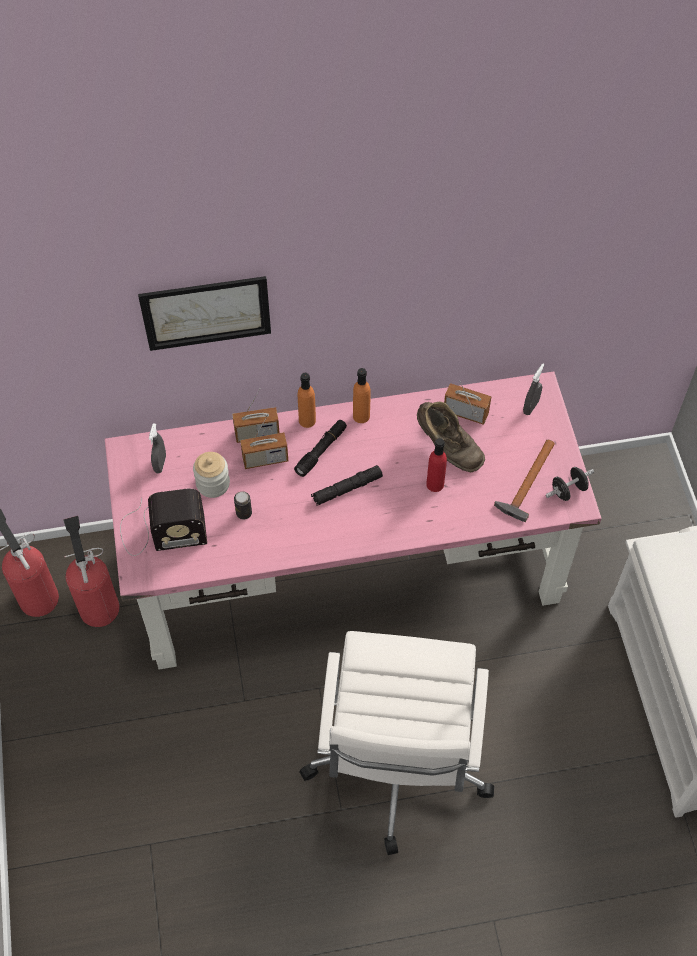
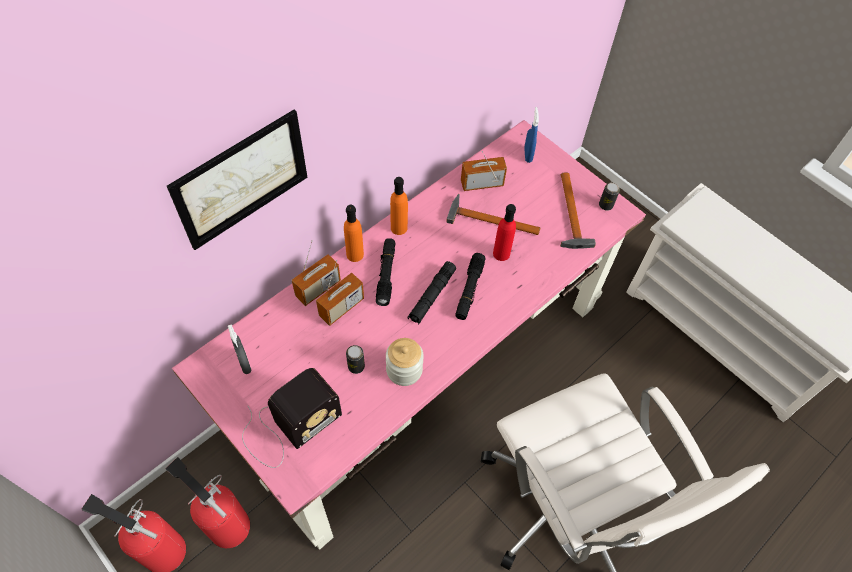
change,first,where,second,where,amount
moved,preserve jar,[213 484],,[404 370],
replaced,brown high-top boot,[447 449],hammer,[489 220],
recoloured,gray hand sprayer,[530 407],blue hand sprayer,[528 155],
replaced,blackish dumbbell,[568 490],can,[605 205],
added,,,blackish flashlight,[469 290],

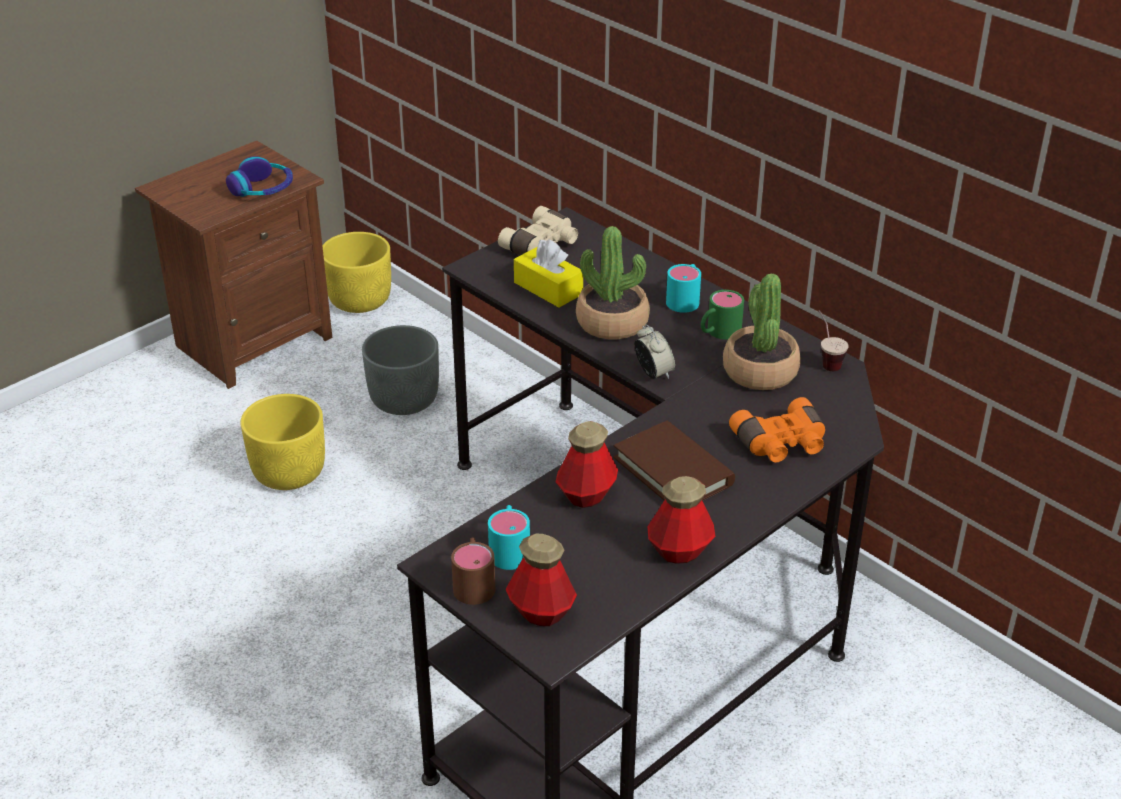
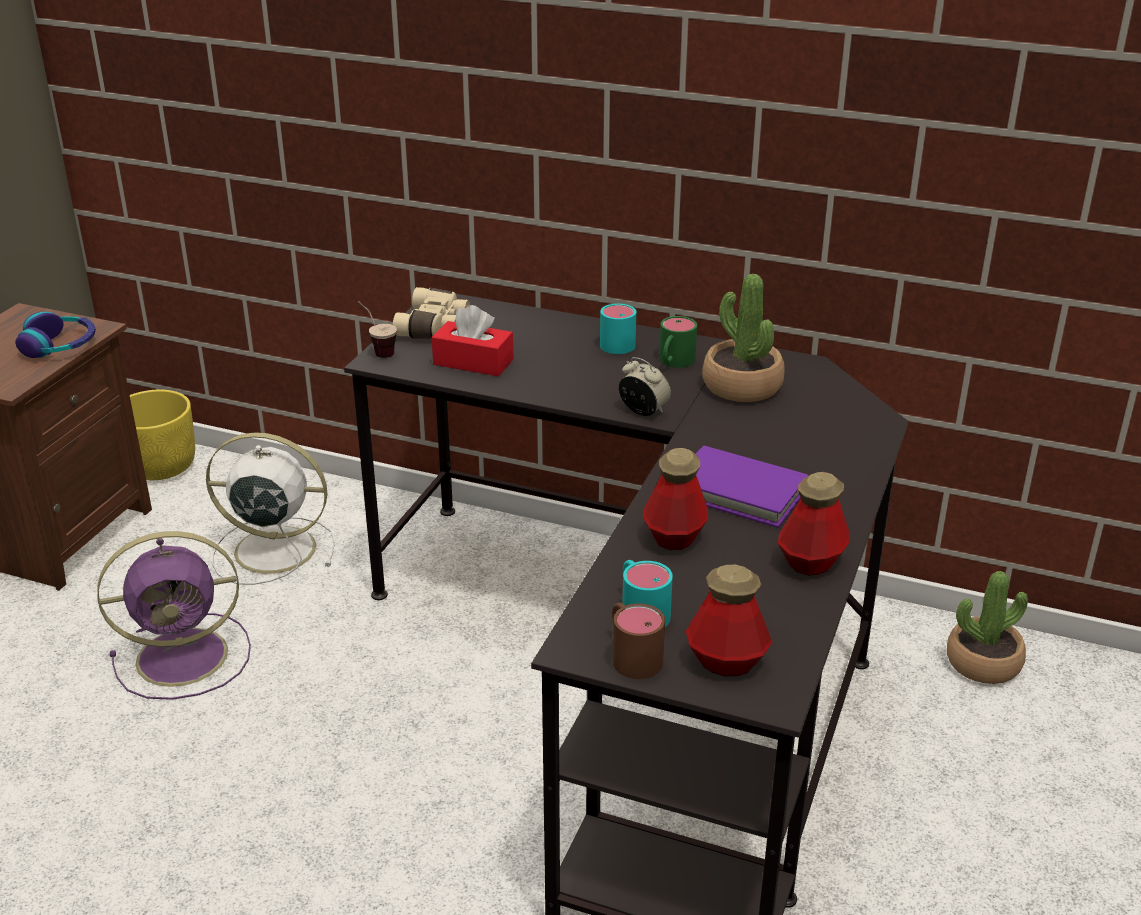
change,first,where,second,where,amount
replaced,yellowish planter,[289 472],purplish electric fan,[186 656],
replaced,gray planter,[403 400],white electric fan,[271 550],
recoloured,yellowish tissue holder,[548 288],red-coloured tissue holder,[473 362],
moved,plant in a pot,[612 322],,[983 663],
recoloured,brown volume,[673 471],purplish volume,[739 492],
removed,orangey binoculars,[781 444],,,
moved,drinking cup,[826 360],,[377 350],

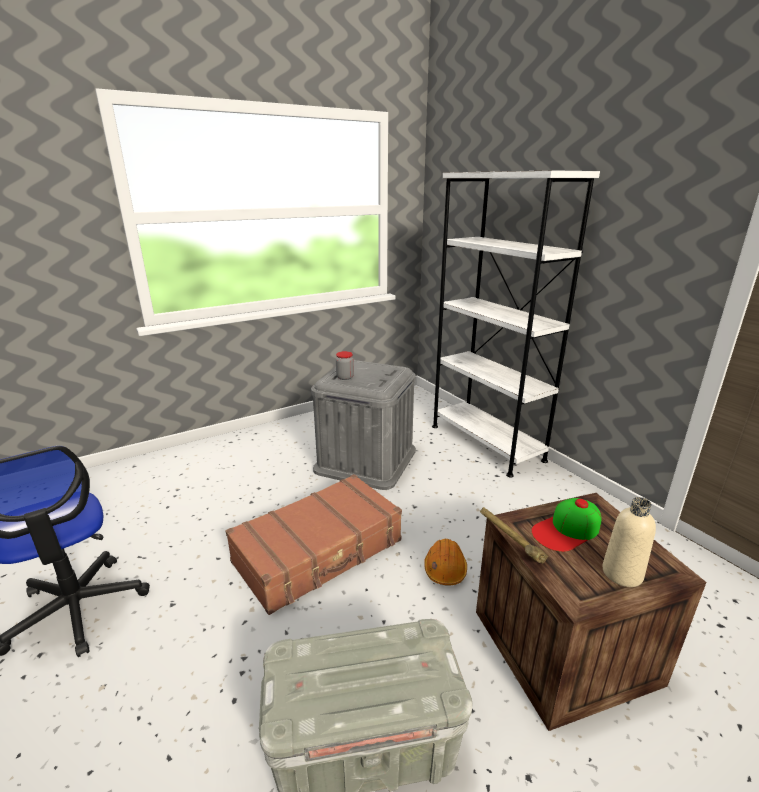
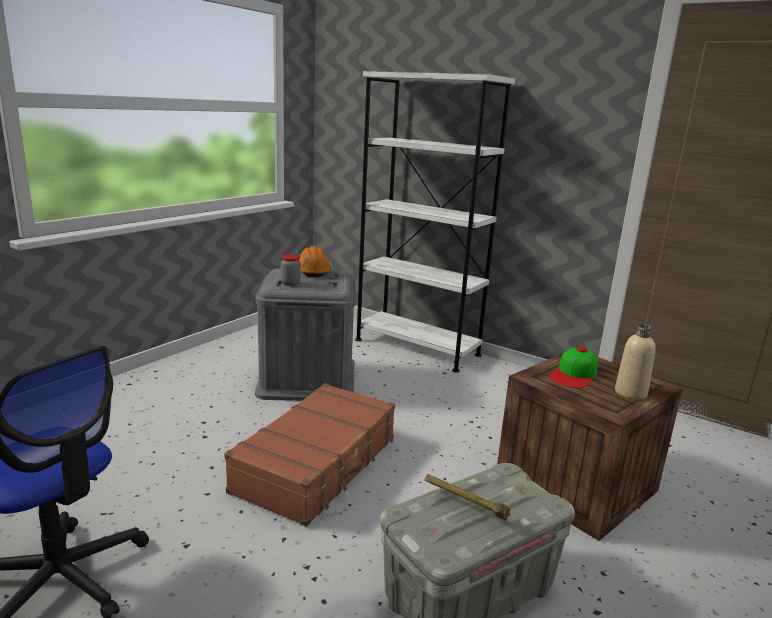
change,first,where,second,where,amount
moved,orangey hard hat,[445 569],,[313 272],
moved,hammer,[509 543],,[465 507],

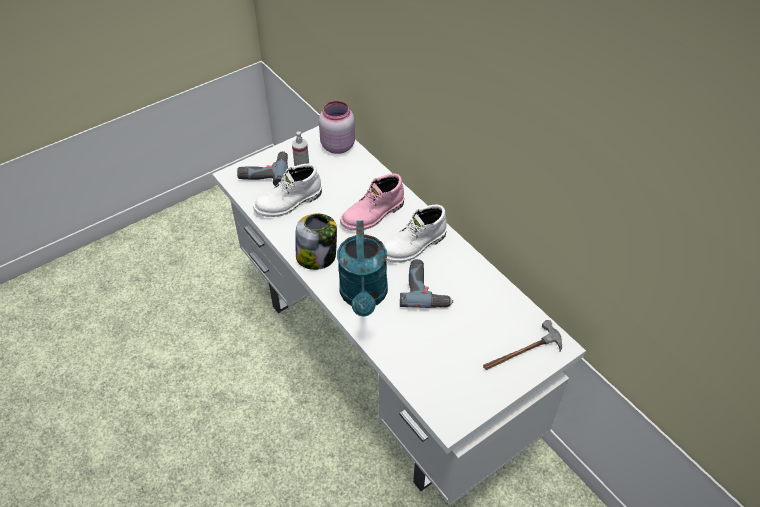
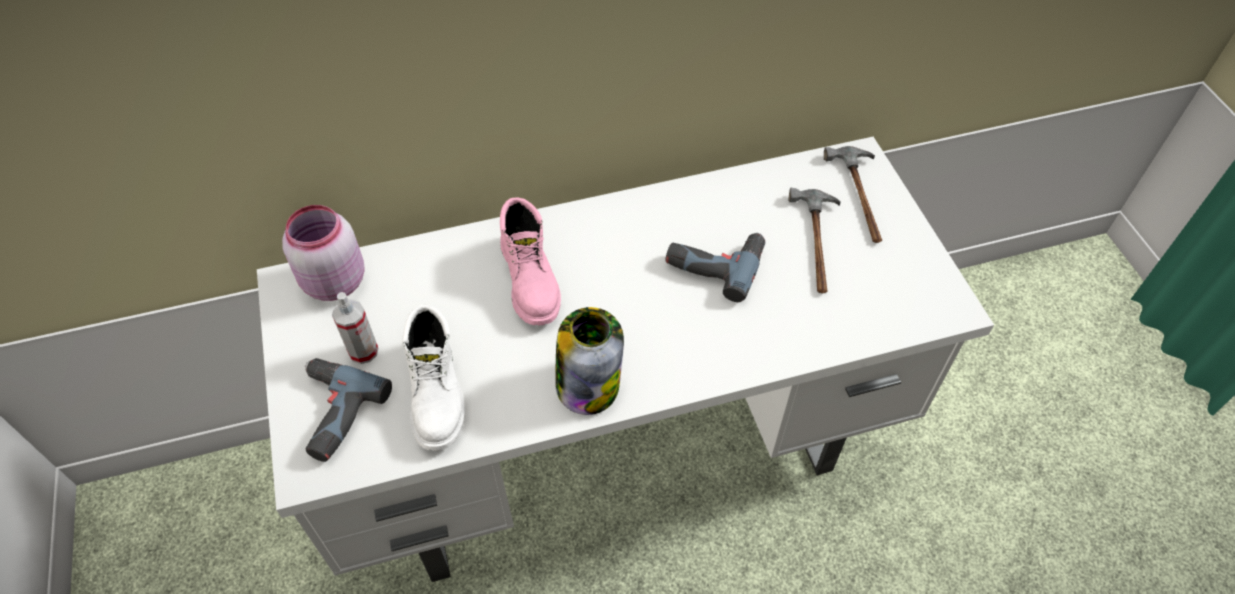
change,first,where,second,where,amount
removed,blue-green watering pot,[364 297],,,
removed,white high-top boot,[414 246],,,
added,,,hammer,[817 244],

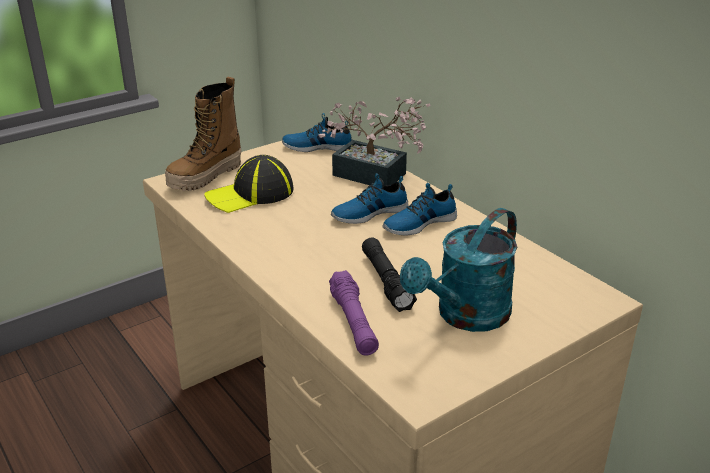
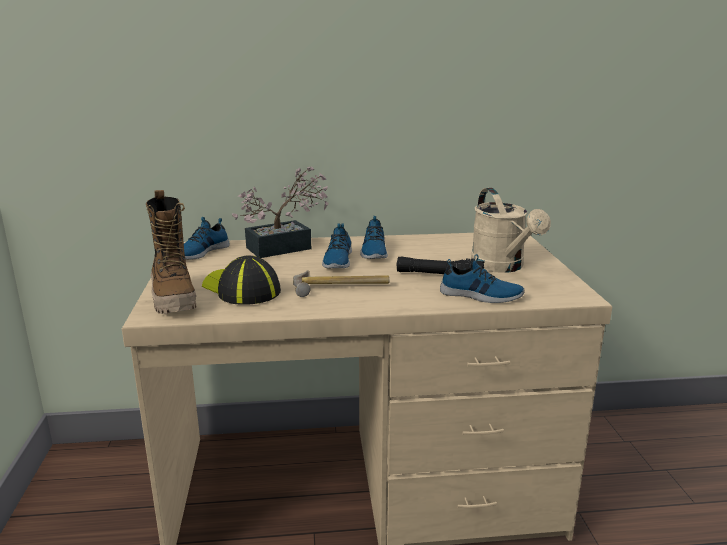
change,first,where,second,where,amount
turned,peaked cap,[250 194],,[241 289],135 degrees clockwise
replaced,purplish flashlight,[353 322],shoe,[480 295],
recoloured,blue-green watering pot,[465 316],beige-coloured watering pot,[502 267],
added,,,hammer,[341 288],

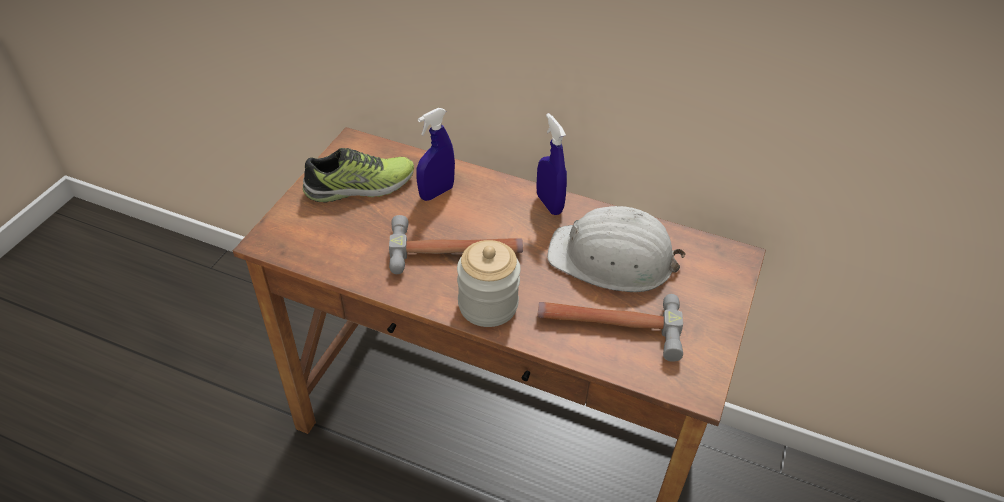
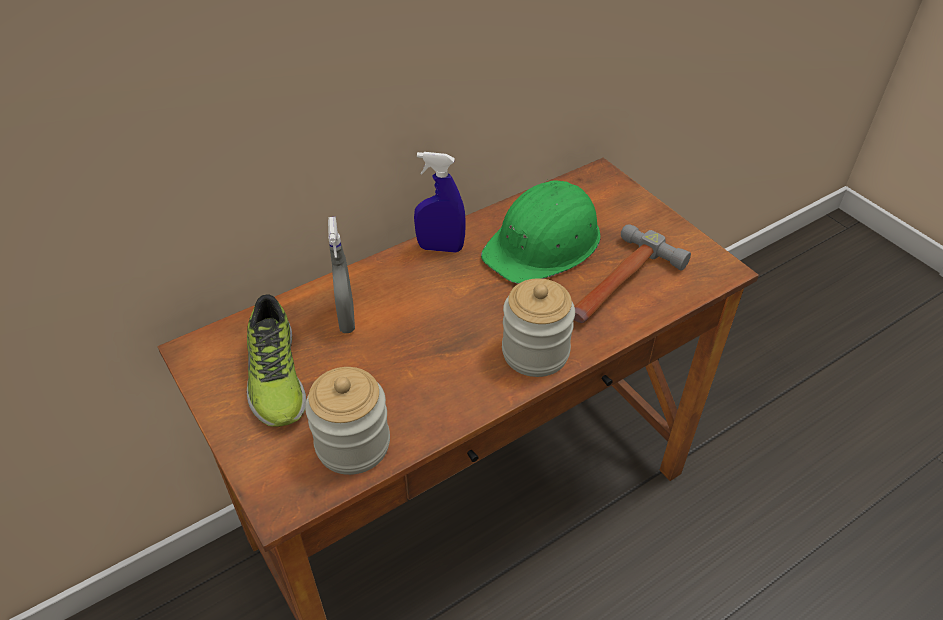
change,first,where,second,where,amount
turned,shoe,[360 187],,[275 376],150 degrees clockwise
removed,hammer,[456 251],,,
recoloured,blue hand sprayer,[436 192],gray hand sprayer,[347 318],
recoloured,white hard hat,[612 259],green hard hat,[544 243],
added,,,preserve jar,[353 444],

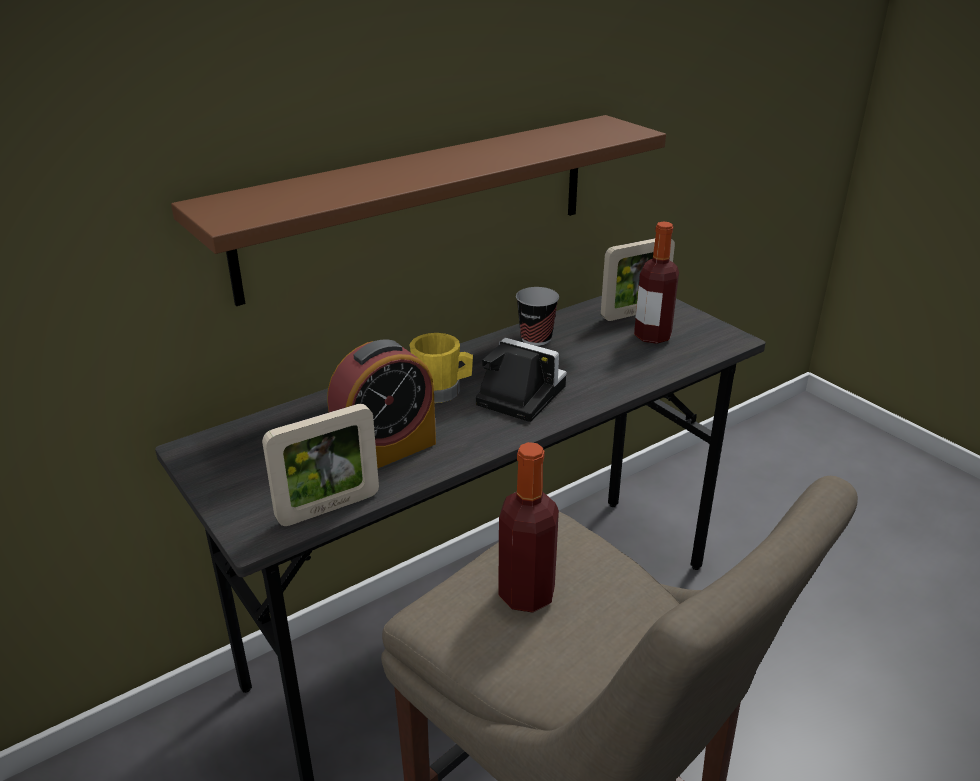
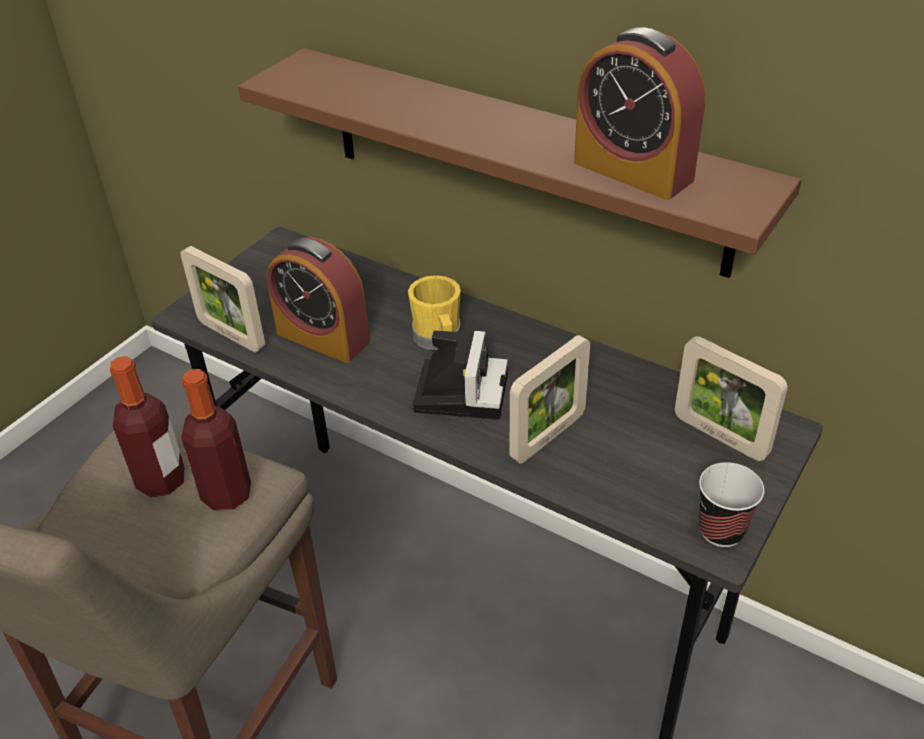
change,first,where,second,where,amount
moved,drinking cup,[536 338],,[721 530],
moved,beverage bottle,[652 336],,[226 494],
added,,,standing frame,[548 436],
added,,,table clock,[633 171],

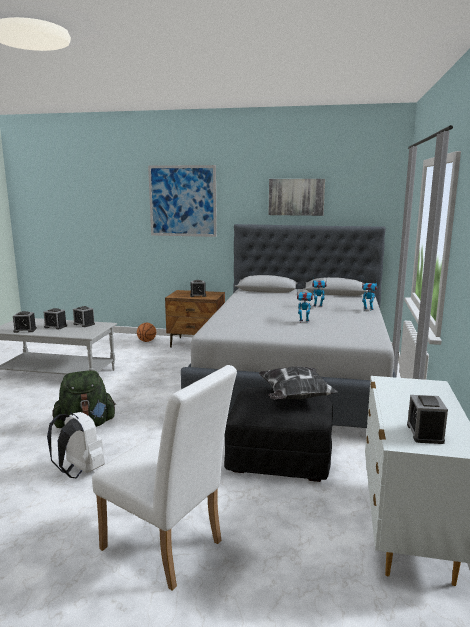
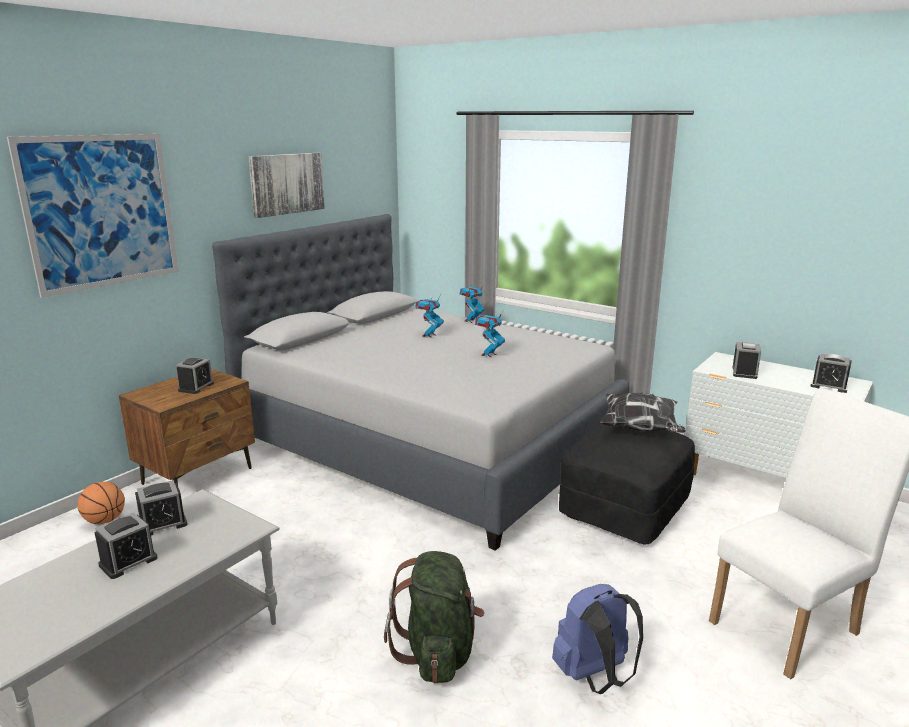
change,first,where,second,where,amount
moved,table clock,[25 330],,[744 372],
recoloured,white backpack,[80 471],blue backpack,[595 676],

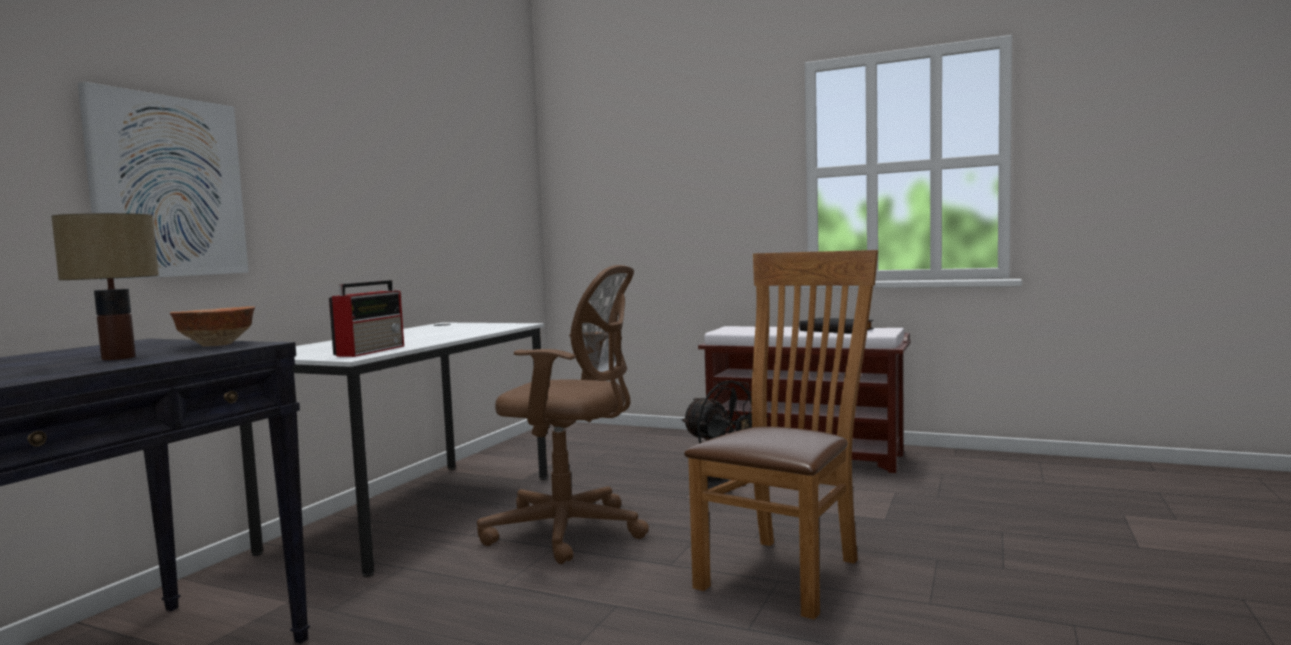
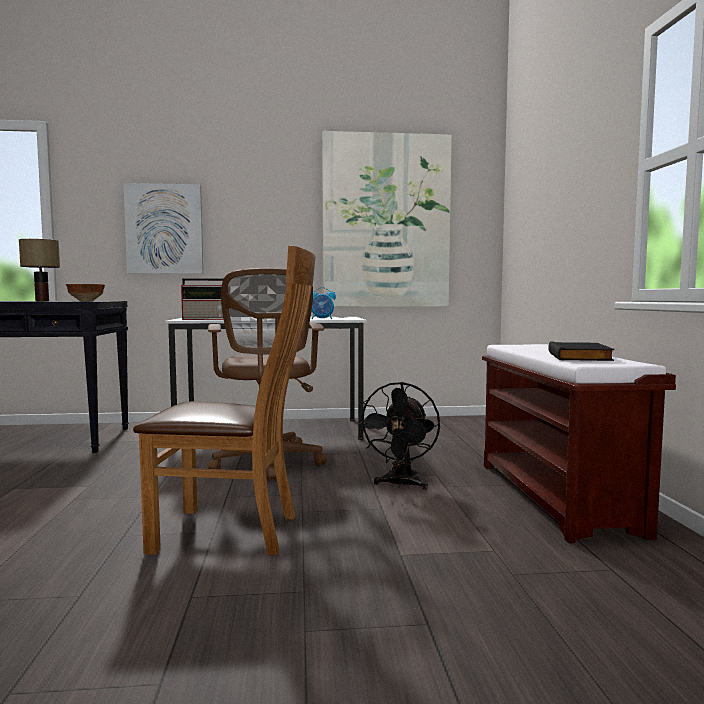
change,first,where,second,where,amount
added,,,table clock,[322 319],
added,,,wall picture,[386 221],

